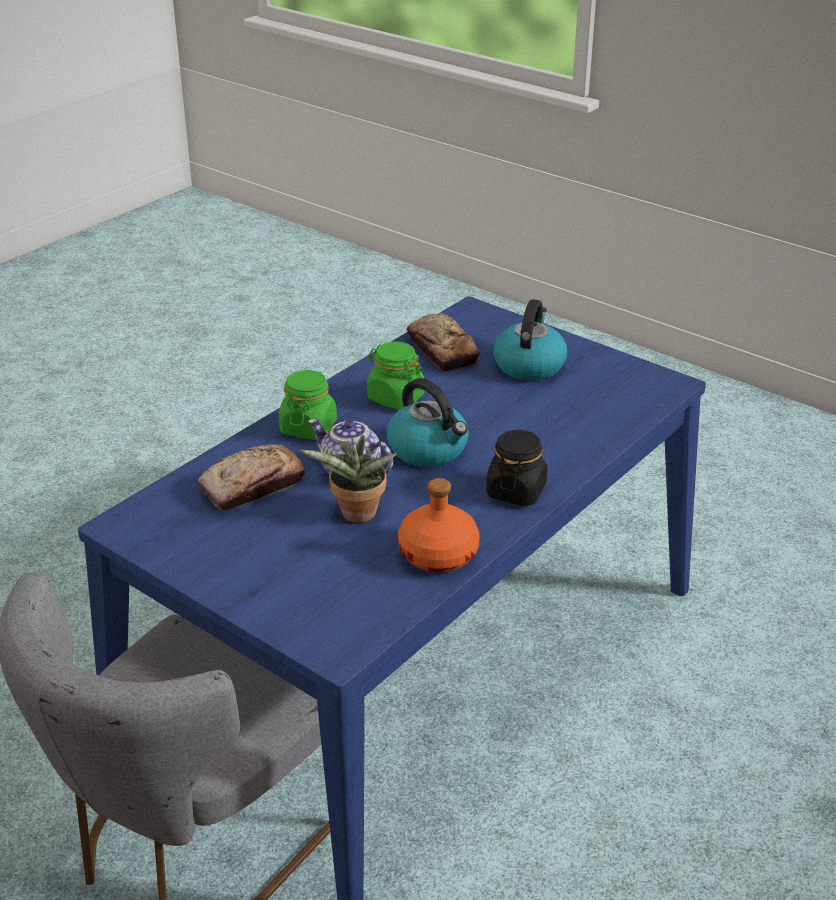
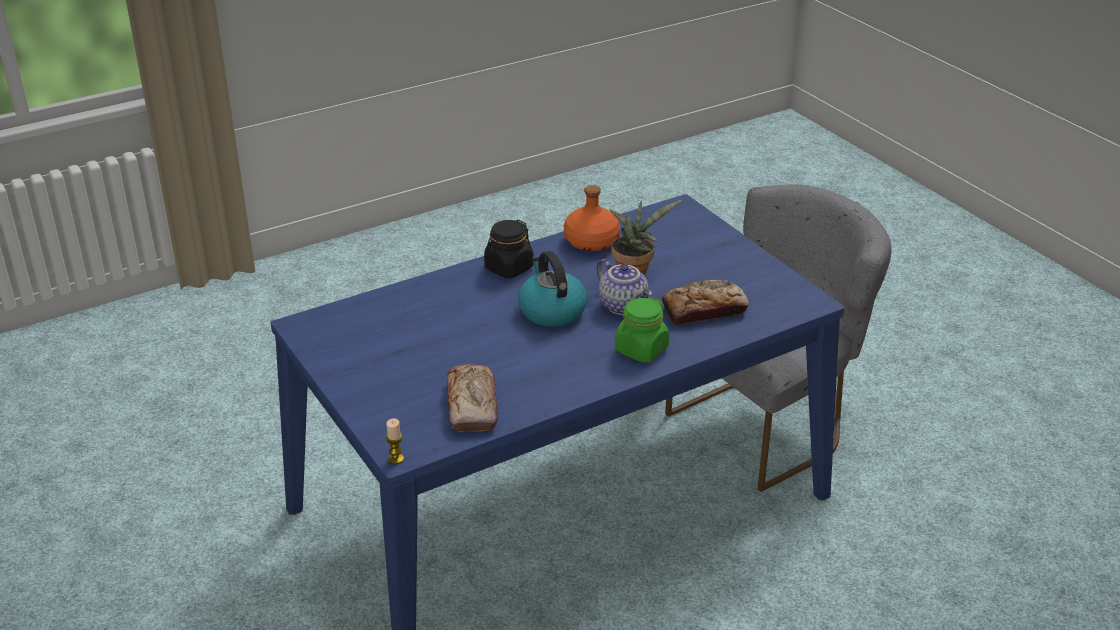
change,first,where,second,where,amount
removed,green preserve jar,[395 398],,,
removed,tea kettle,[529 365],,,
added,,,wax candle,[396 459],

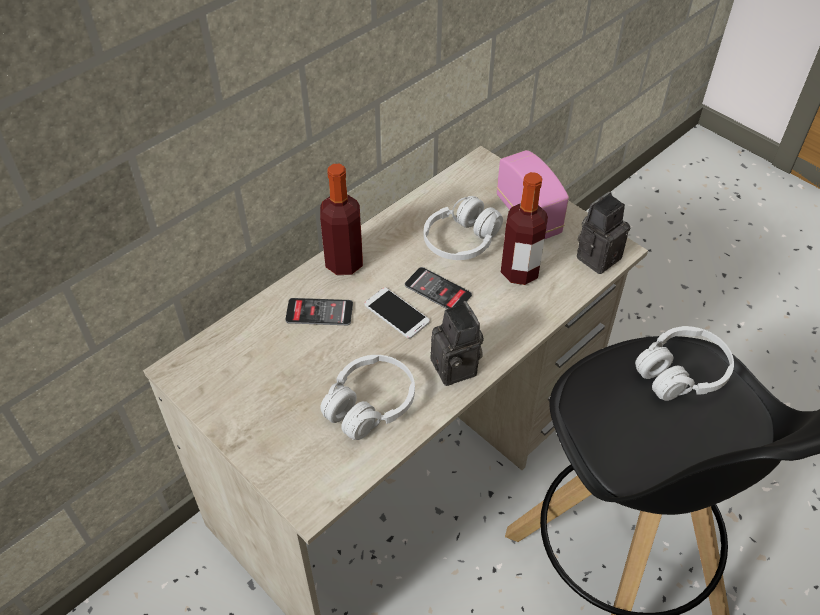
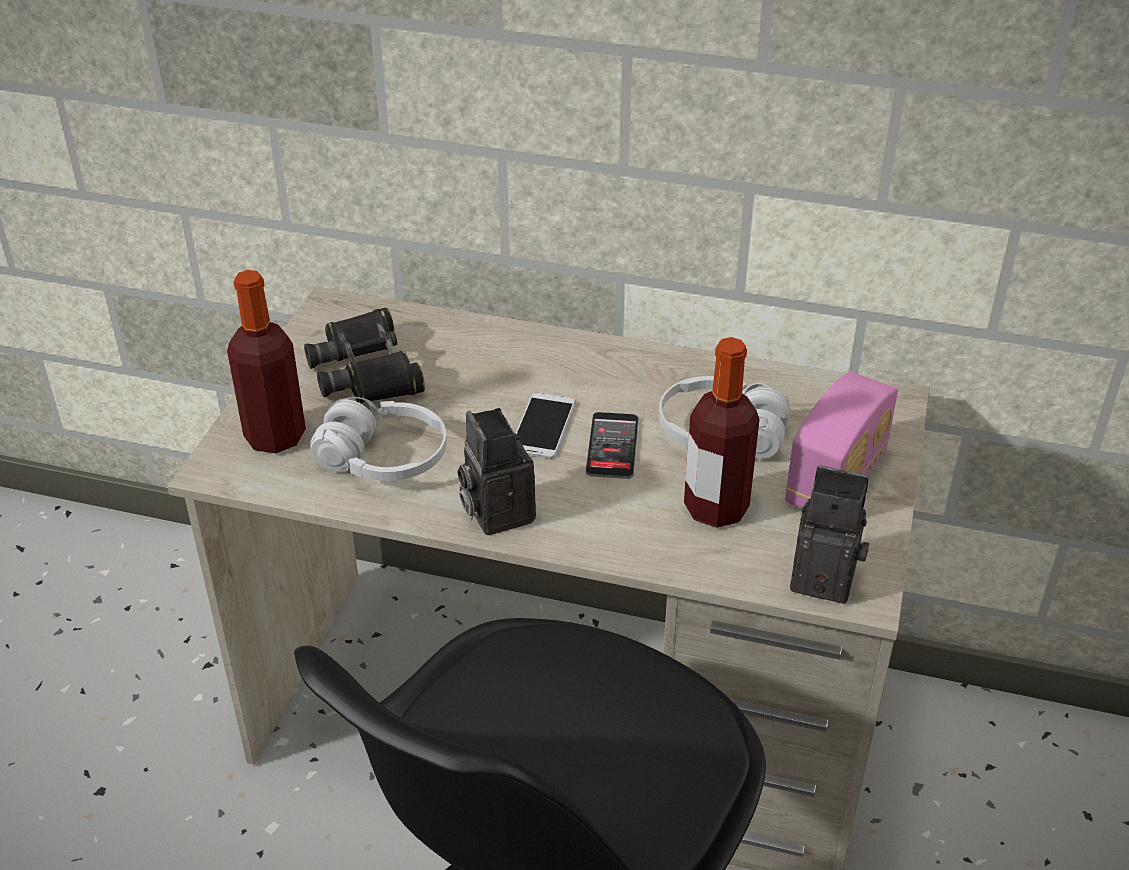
change,first,where,second,where,amount
removed,handset,[319 312],,,
moved,beverage bottle,[344 263],,[275 436],
turned,still camera,[458 368],,[495 511],120 degrees clockwise
removed,white headphones,[681 373],,,
added,,,blackish binoculars,[366 370],

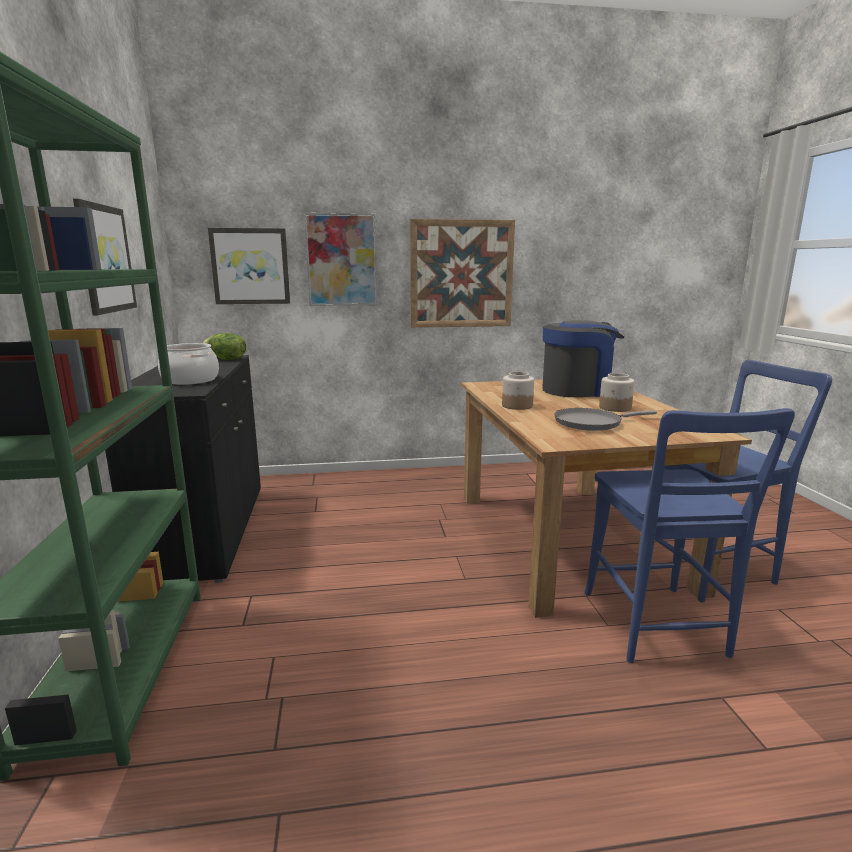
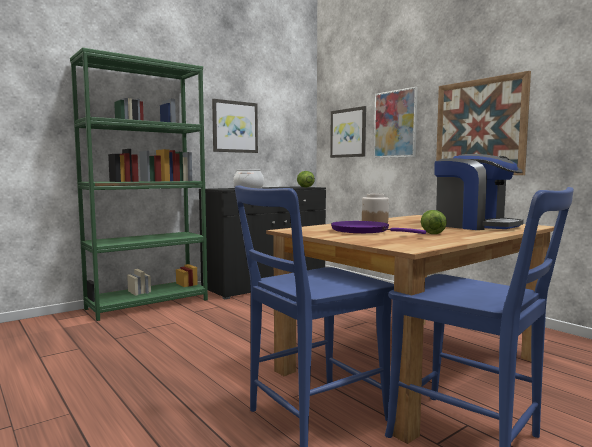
change,first,where,second,where,amount
recoloured,gray frying pan,[591 423],purplish frying pan,[364 231],
replaced,preserve jar,[615 408],lettuce,[431 232],

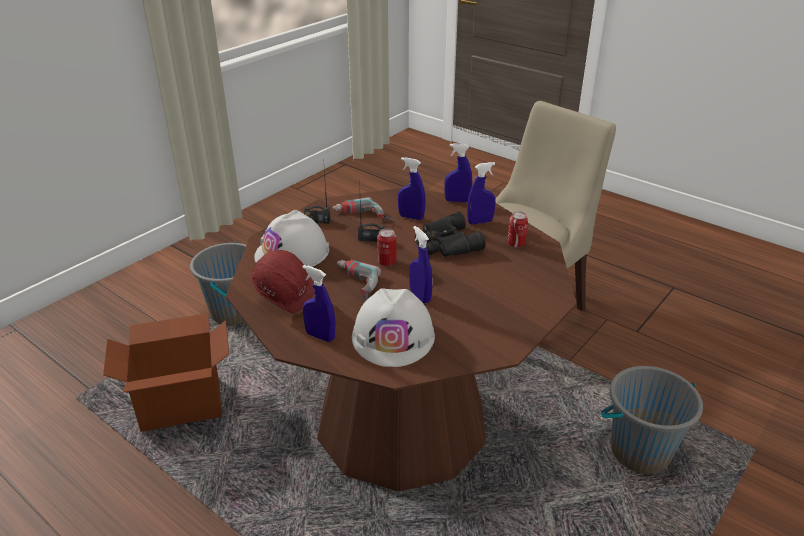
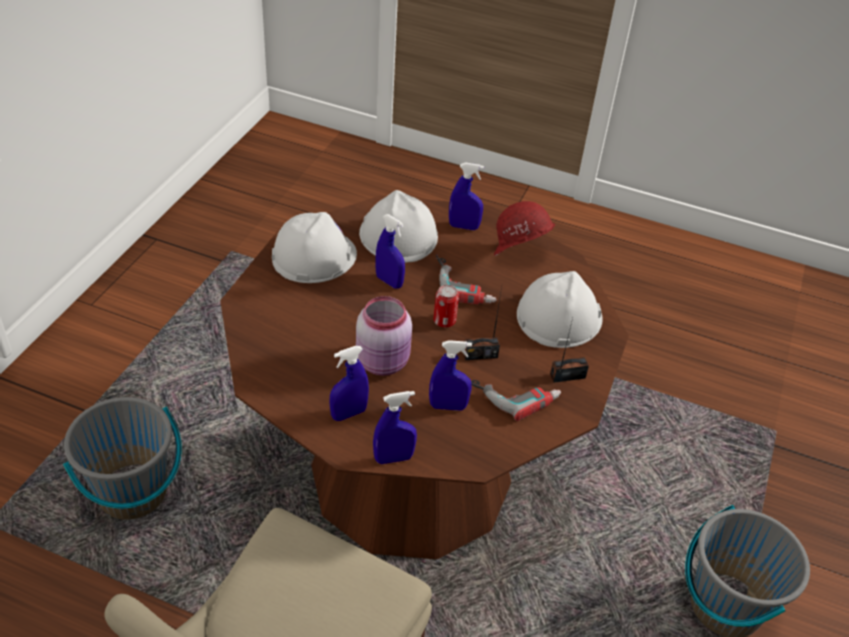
change,first,where,second,where,amount
removed,carton,[181 405],,,
replaced,blackish binoculars,[446 244],pink-coloured preserve jar,[384 362],
removed,can,[516 244],,,
added,,,white hard hat,[314 256],

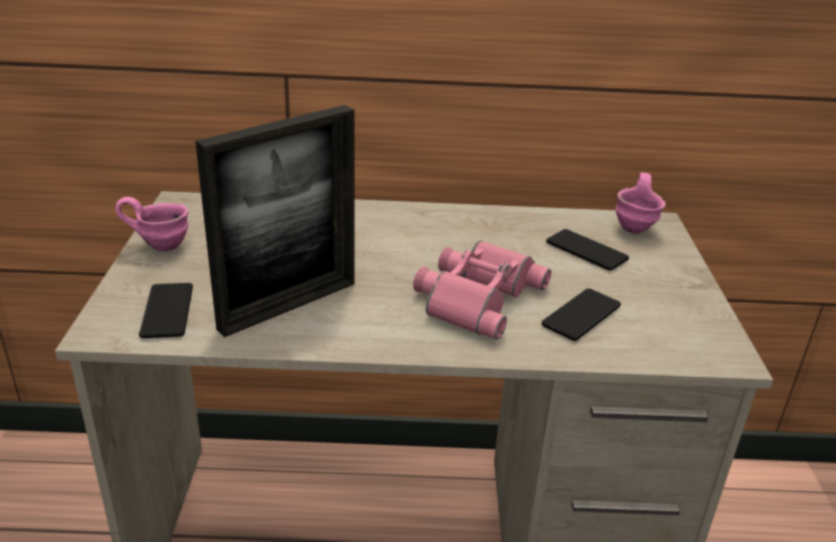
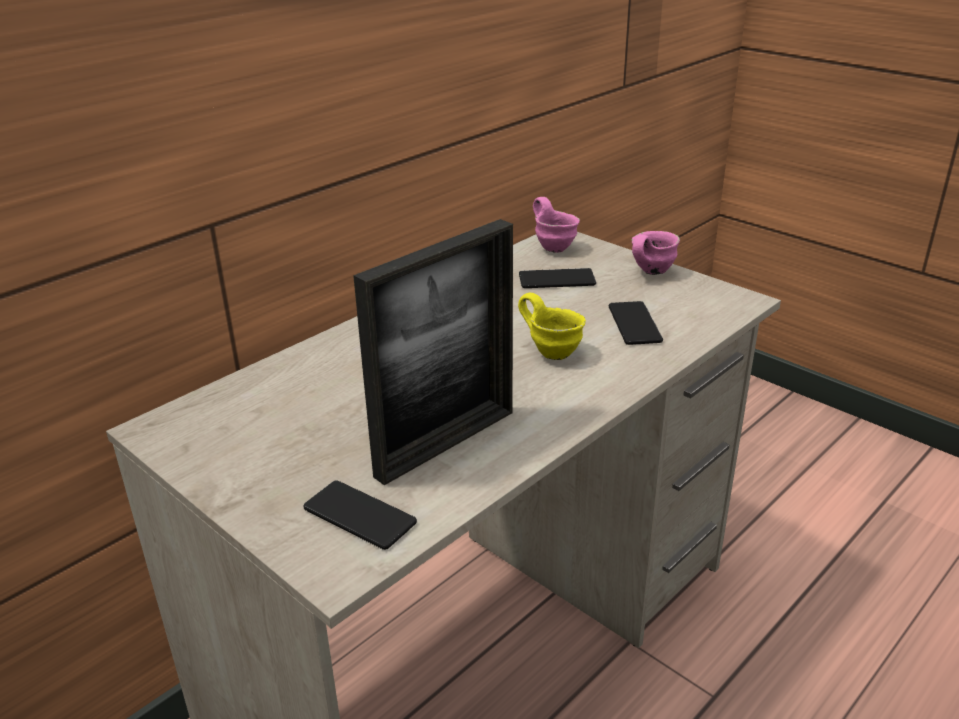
change,first,where,second,where,amount
moved,pink-coloured tea mug,[161 245],,[648 272],
turned,standing frame,[288 305],,[446 443],45 degrees clockwise
replaced,pink-coloured binoculars,[475 295],yellowish tea mug,[553 351],

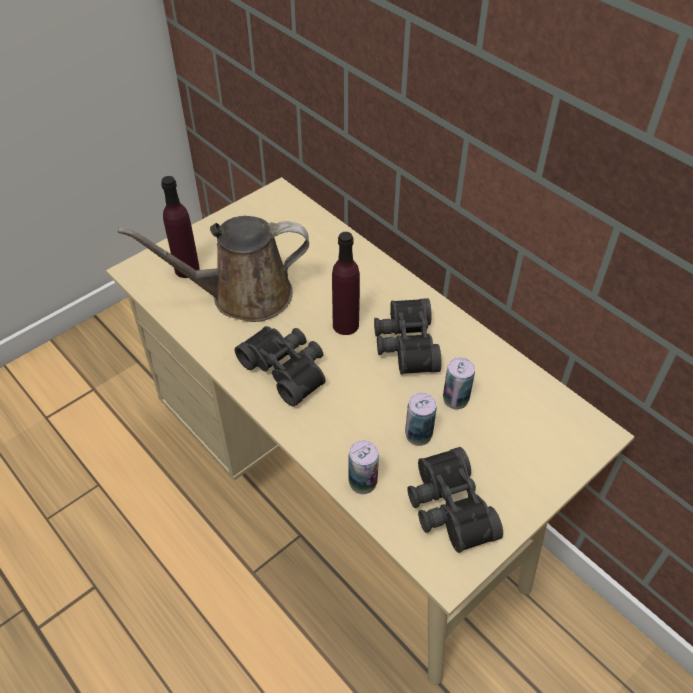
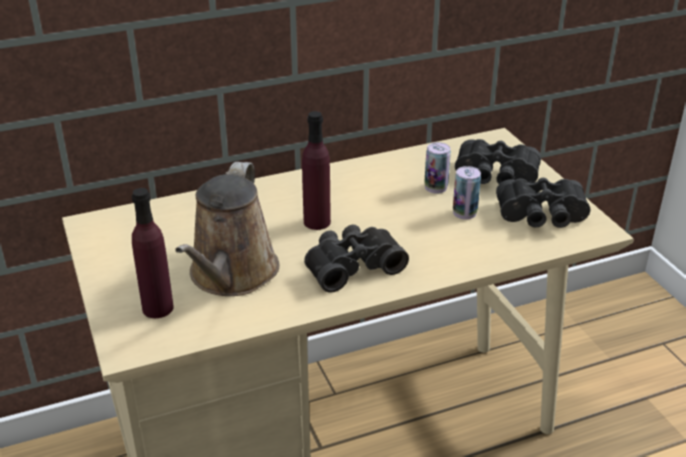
change,first,where,second,where,amount
removed,can,[362 482],,,
moved,blackish binoculars,[404 345],,[495 177],

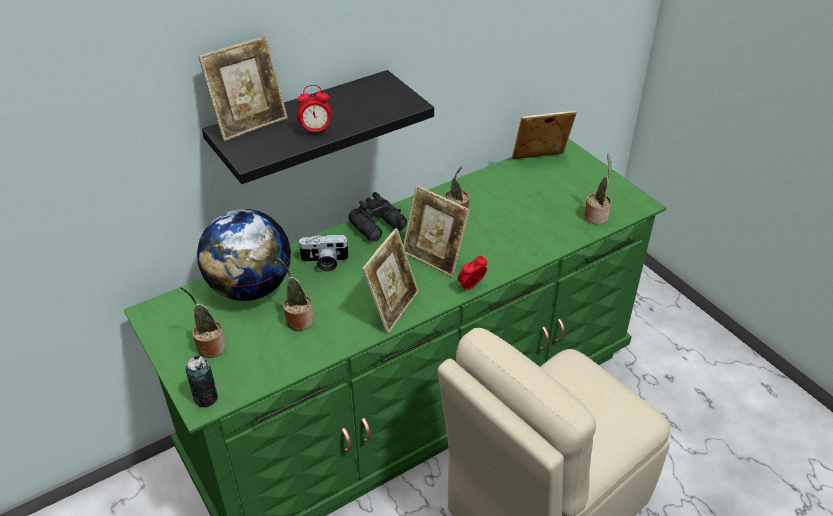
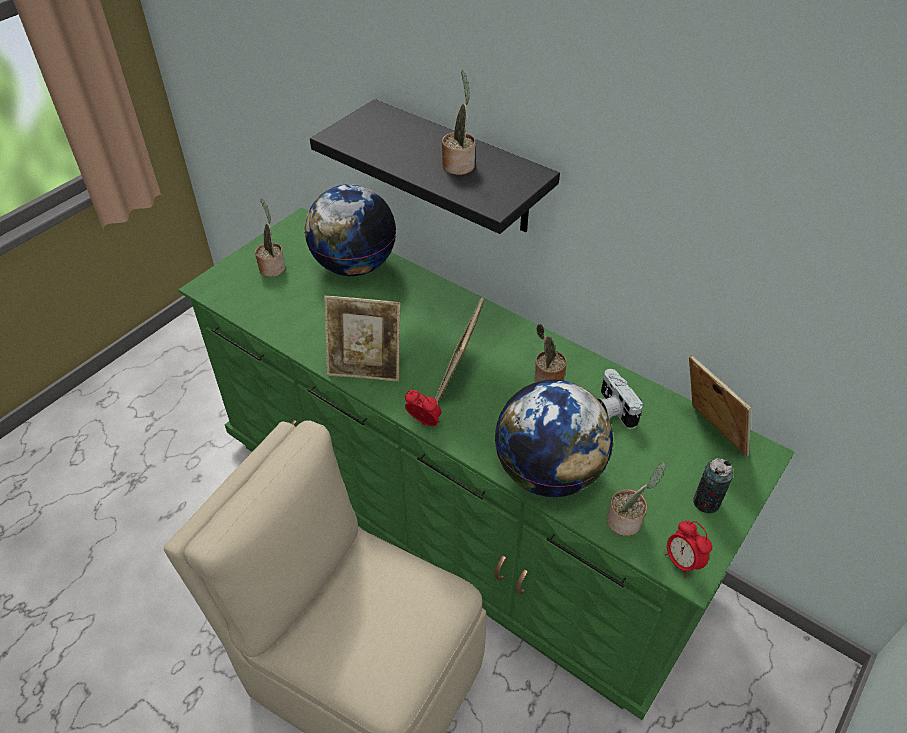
change,first,where,second,where,amount
moved,can,[206 398],,[706 502],
removed,standing frame,[250 124],,,
moved,plant in a pot,[298 320],,[459 164],
moved,table clock,[316 131],,[682 562],
moved,still camera,[324 262],,[611 410],
removed,blackish binoculars,[379 226],,,
added,,,desk globe,[548 473],

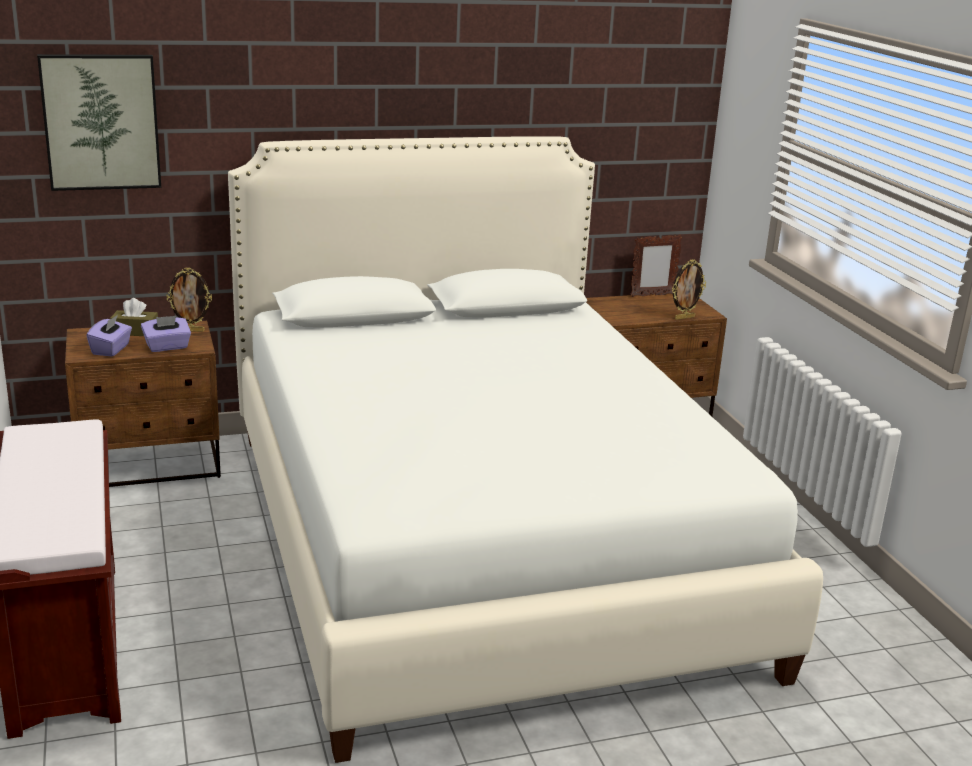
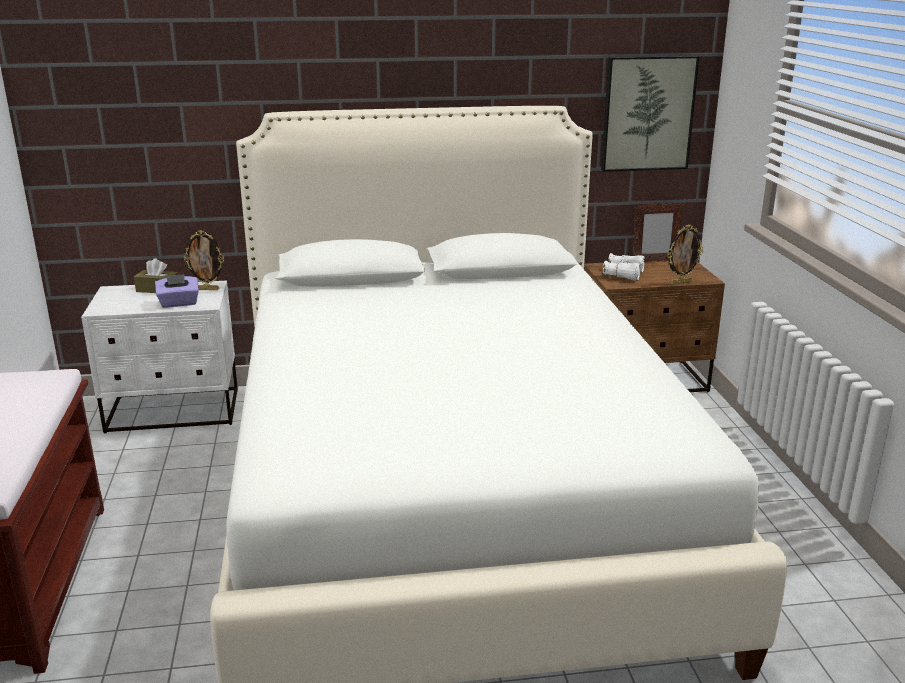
change,first,where,second,where,amount
moved,wall picture,[101 122],,[647 113],
recoloured,brown night table,[150 465],white night table,[174 411],
removed,purplish tissue holder,[111 349],,,
added,,,white binoculars,[623 274],

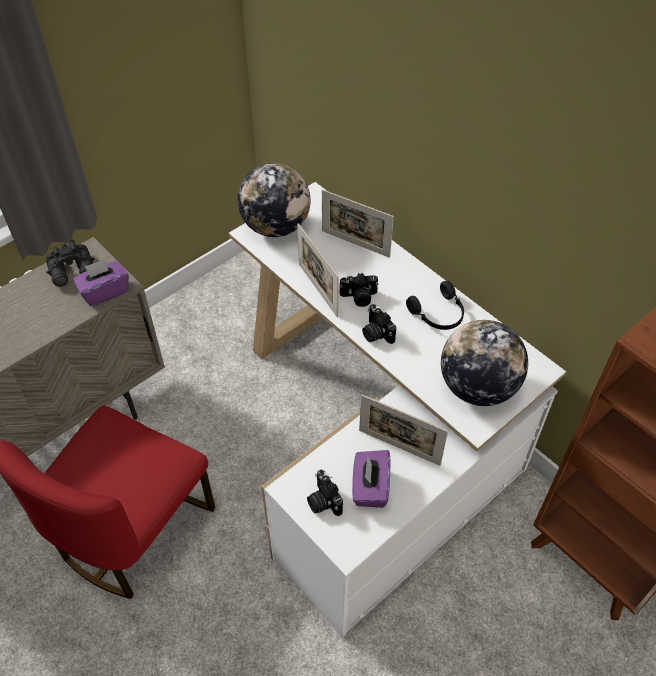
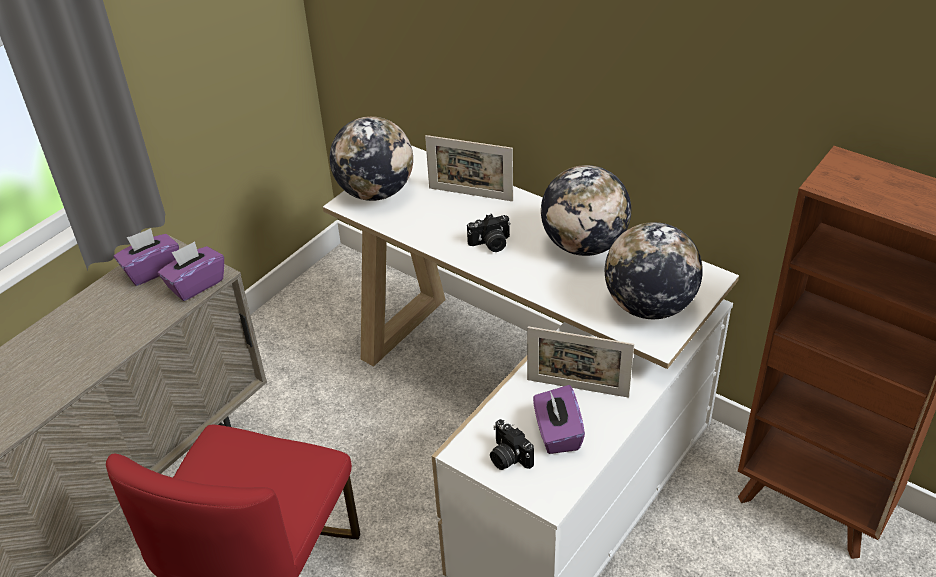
change,first,where,second,where,amount
replaced,blackish binoculars,[73 271],purplish tissue holder,[151 270],
removed,standing frame,[318 290],,,
removed,still camera,[376 333],,,
replaced,blackish headphones,[438 314],desk globe,[584 245],

